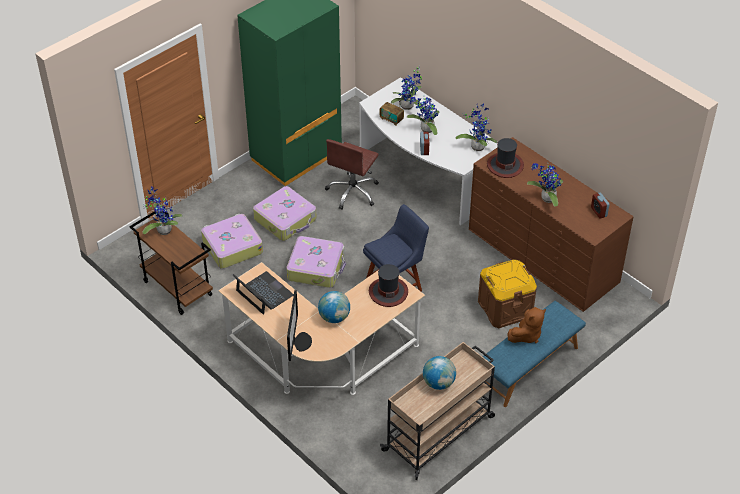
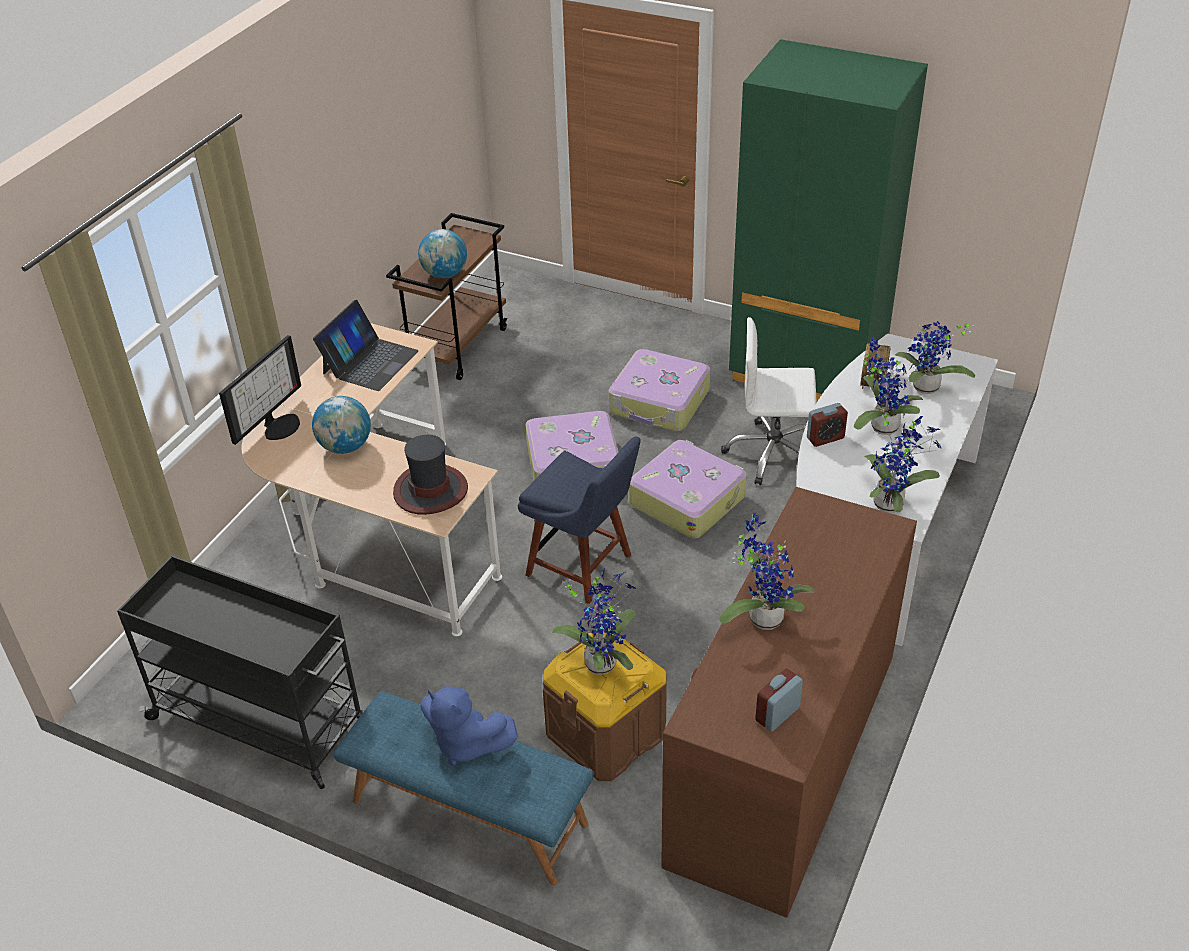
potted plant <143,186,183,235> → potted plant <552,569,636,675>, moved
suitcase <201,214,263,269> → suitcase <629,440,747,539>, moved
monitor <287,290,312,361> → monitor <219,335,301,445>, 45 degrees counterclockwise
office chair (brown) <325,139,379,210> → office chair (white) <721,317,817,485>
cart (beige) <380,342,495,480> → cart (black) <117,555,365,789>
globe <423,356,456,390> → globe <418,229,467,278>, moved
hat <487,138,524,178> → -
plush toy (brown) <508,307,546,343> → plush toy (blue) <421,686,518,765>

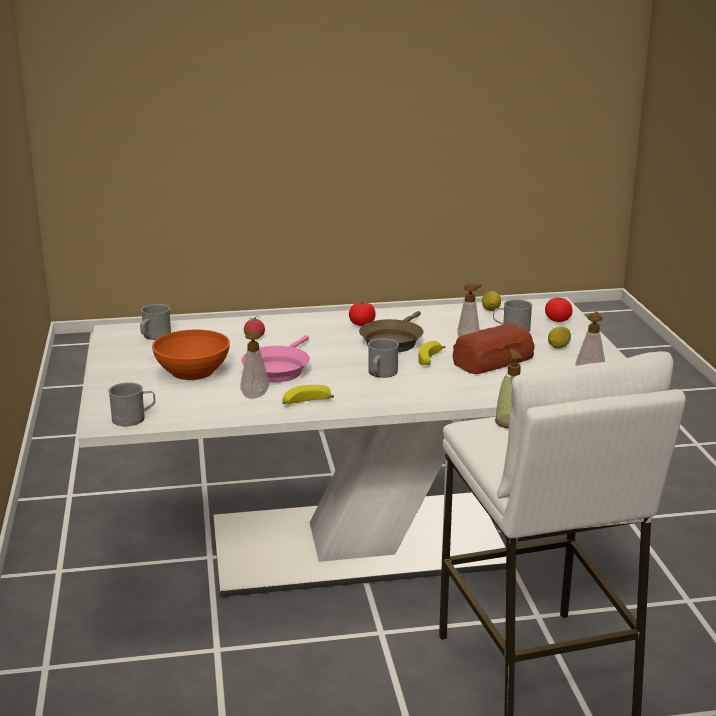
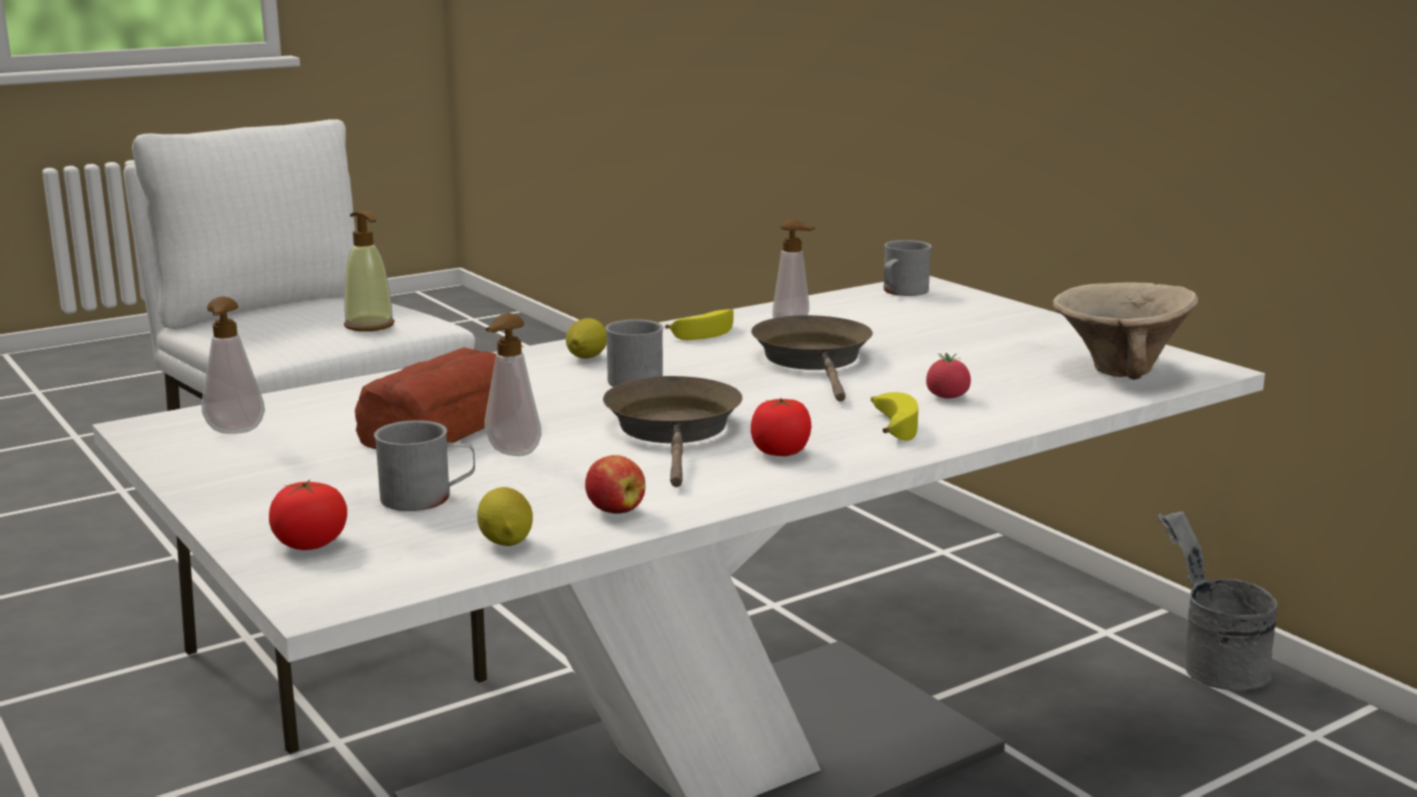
mug (grey) <140,304,171,340> → bowl (beige) <1052,282,1198,380>
bowl (orange) <152,329,230,380> → -
frying pan (pink) <241,335,310,382> → frying pan (brown) <751,315,873,402>
banana <419,341,445,365> → banana <871,392,918,441>, moved
lemon <548,327,571,349> → lemon <566,318,607,359>, moved
- → apple <585,455,645,514>
- → bucket (grey) <1158,511,1278,691>

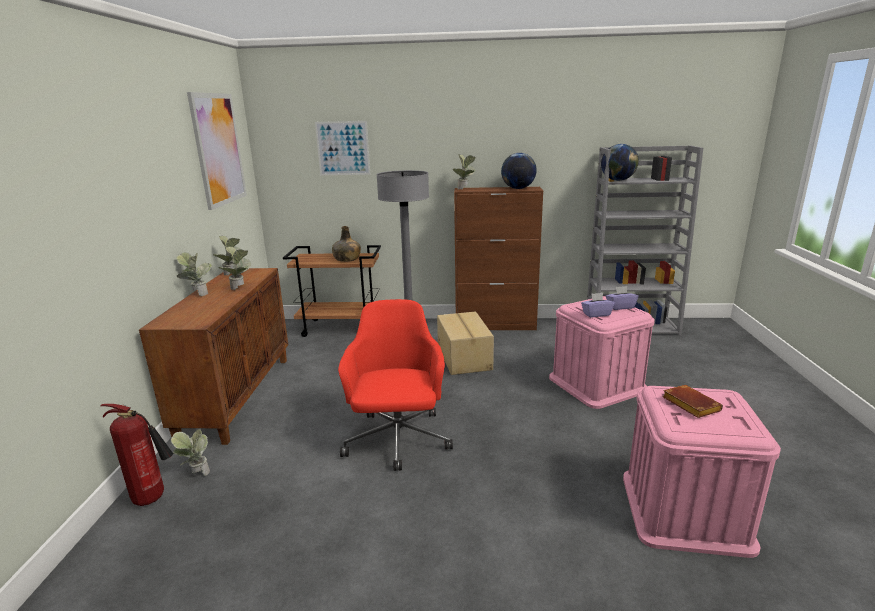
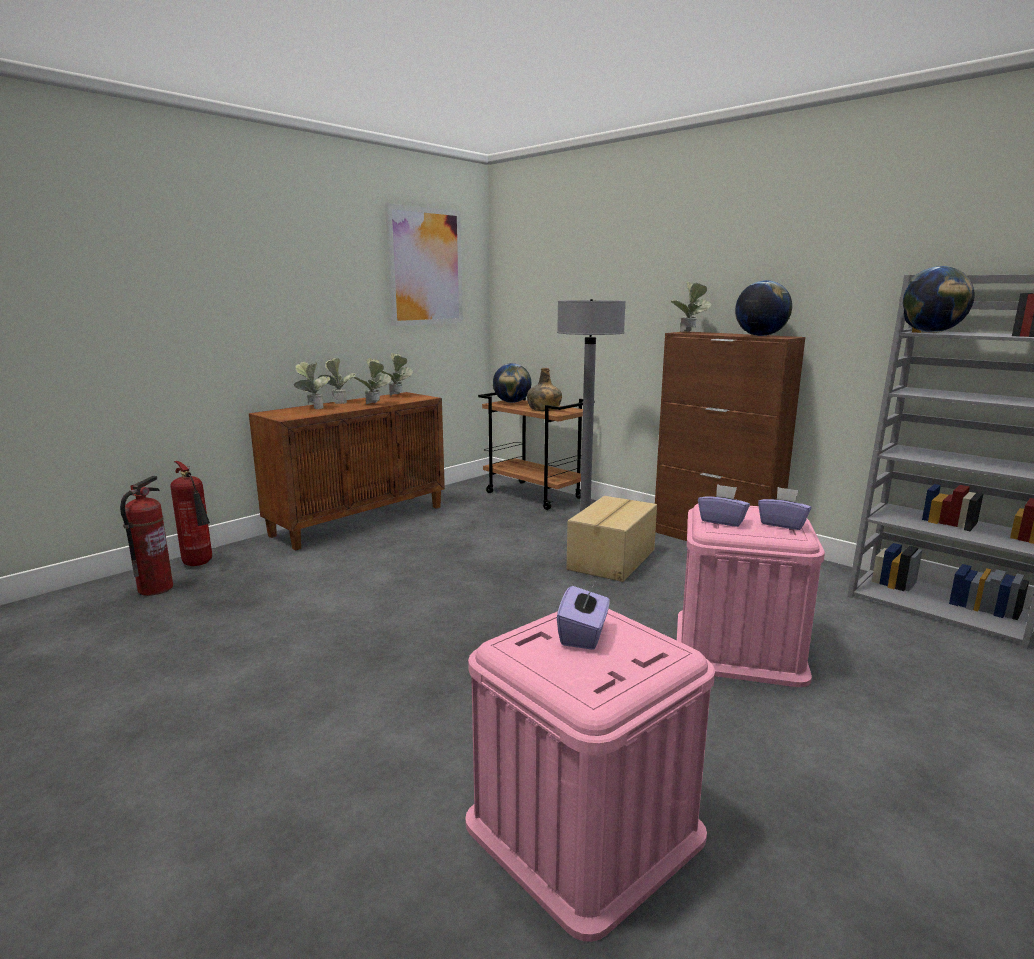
potted plant <171,429,210,476> → potted plant <294,362,330,410>, moved
picture <315,121,370,175> → -
office chair (red) <338,299,453,471> → -
book (brown) <662,385,723,418> → tissue box (purple) <557,583,610,650>
- → fire extinguisher <120,476,173,596>
- → globe <493,363,531,403>

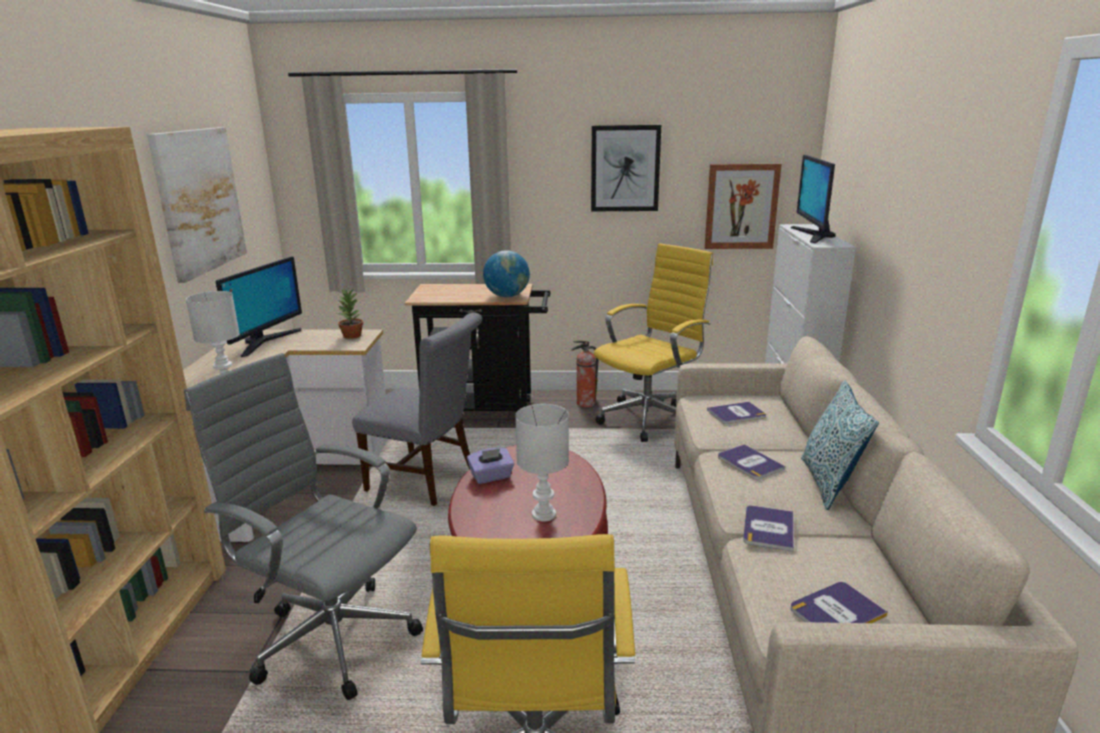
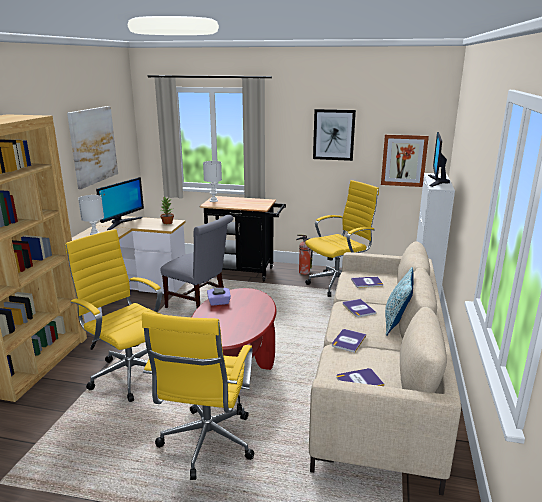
office chair (grey) <184,353,423,700> → office chair (yellow) <65,229,163,402>
globe <483,250,530,297> → -
table lamp (white) <515,404,569,522> → table lamp (white) <203,161,222,202>, moved

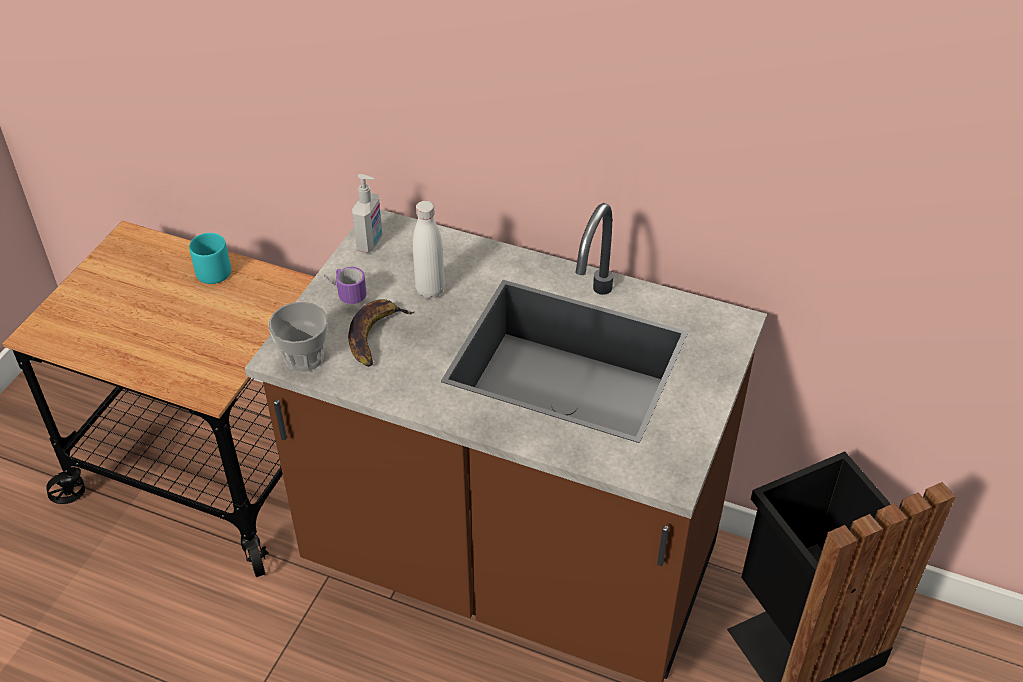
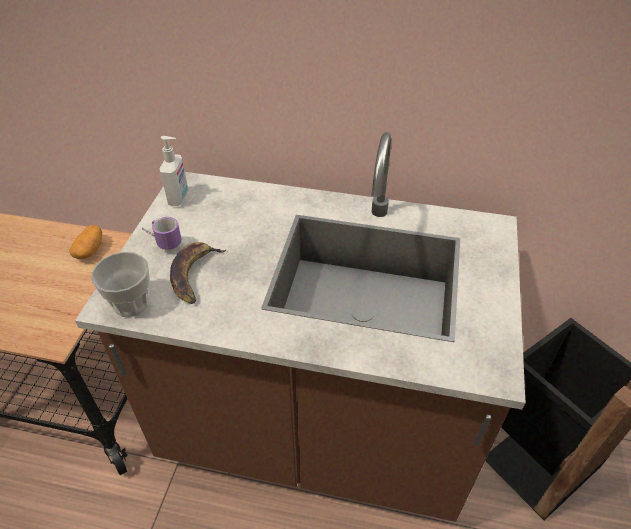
mug (turquoise) <189,233,231,284> → -
bottle (white) <413,201,445,299> → -
- → potato <69,225,102,259>

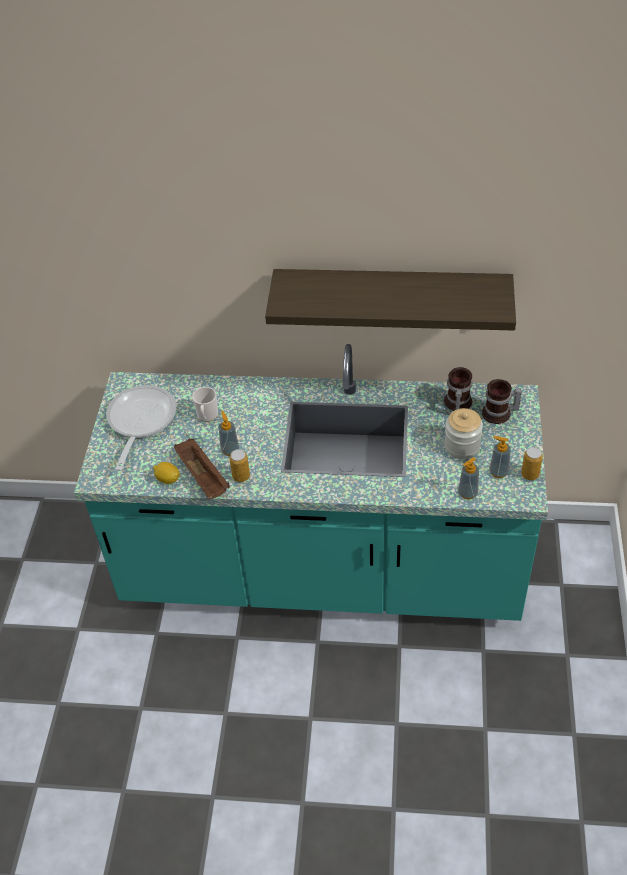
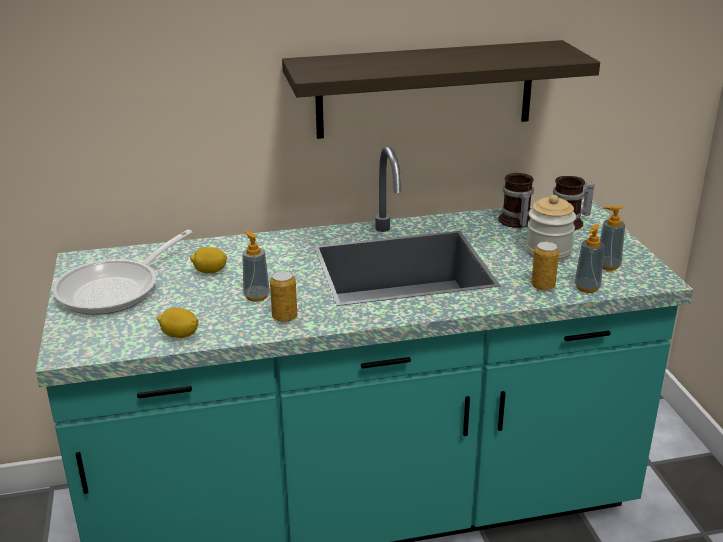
frying pan <106,385,176,471> → frying pan <53,230,193,315>, 135 degrees counterclockwise
tray (brown) <174,439,230,499> → -
mug <192,387,218,422> → lemon <190,247,227,273>
can <521,447,543,480> → can <531,242,559,291>, moved

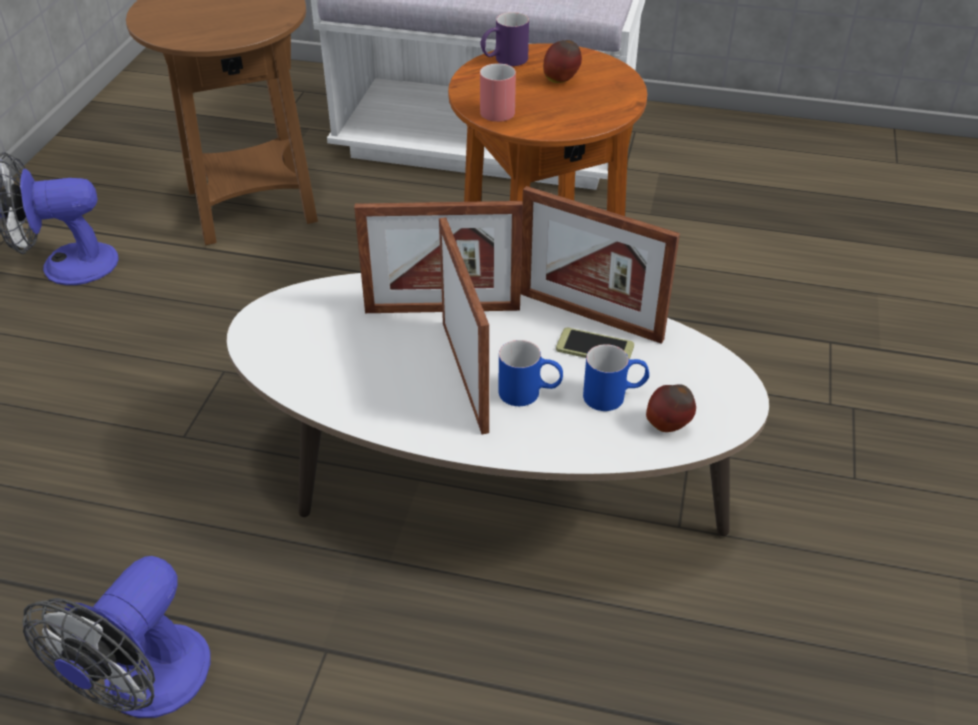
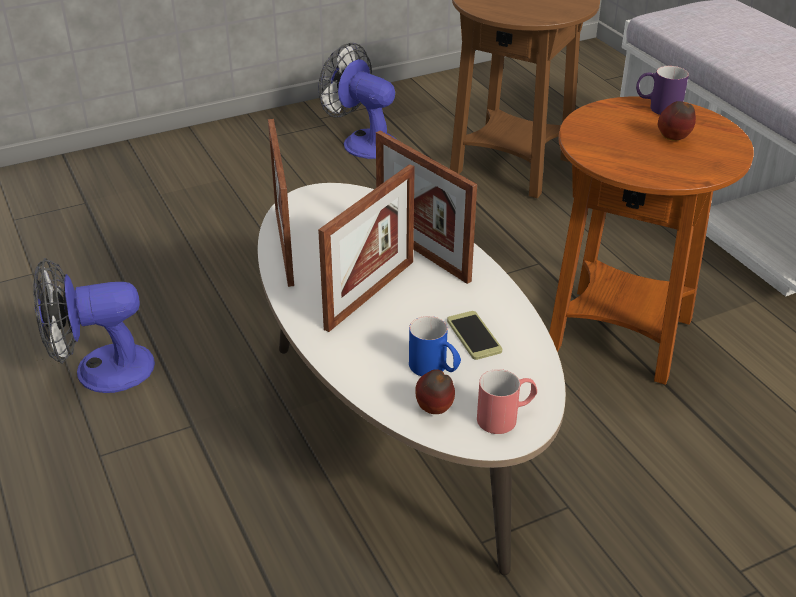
mug (red) <480,63,516,122> → mug (red) <477,369,537,434>, moved
mug (blue) <498,340,563,406> → -
picture frame <520,186,680,344> → picture frame <268,119,294,287>, moved

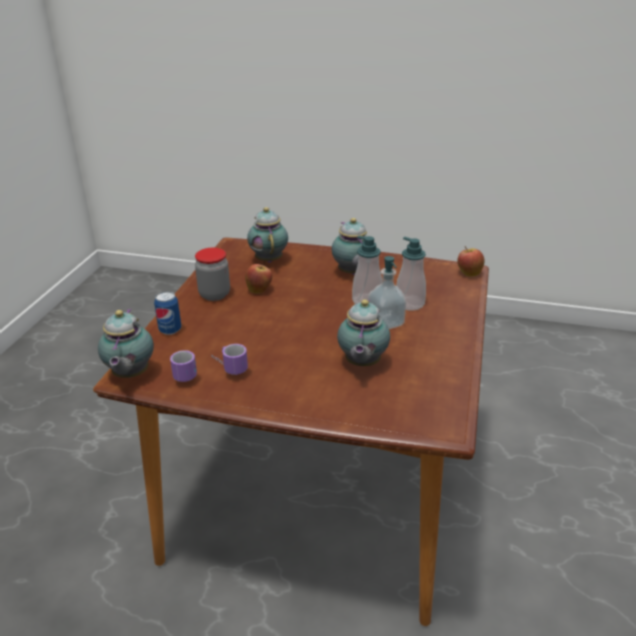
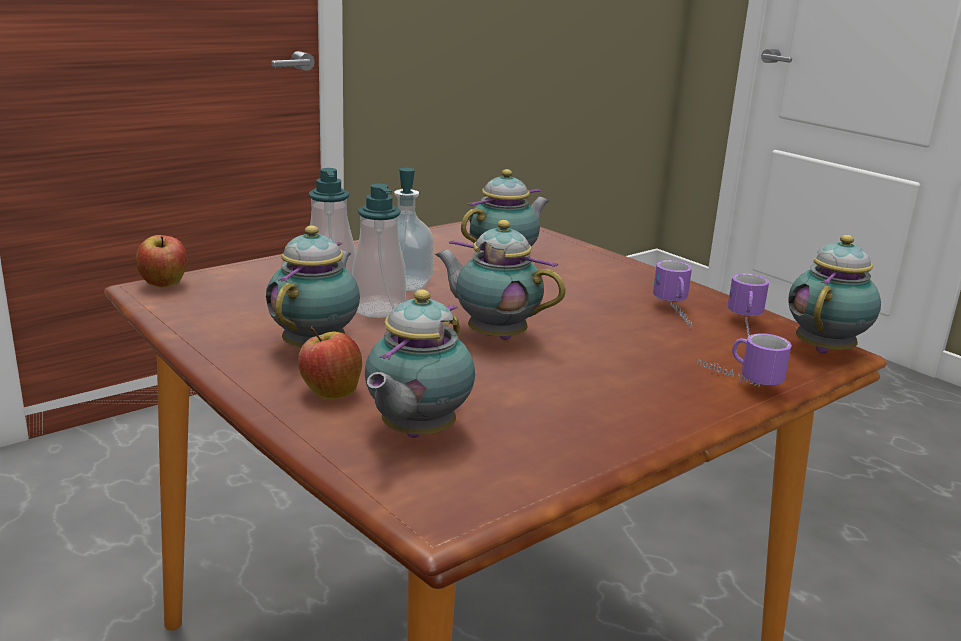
can <154,291,181,335> → mug <697,333,792,387>
jar <195,248,230,301> → -
apple <245,262,272,294> → apple <298,327,362,399>, moved
- → teapot <435,220,565,340>

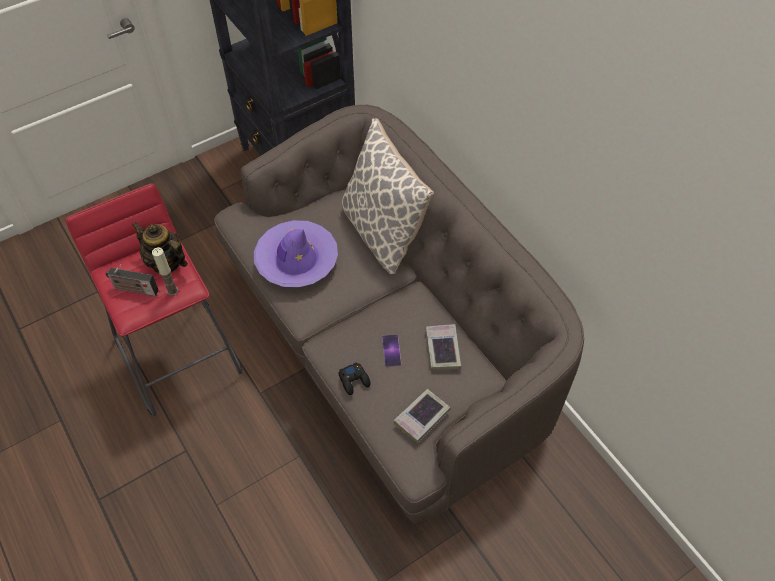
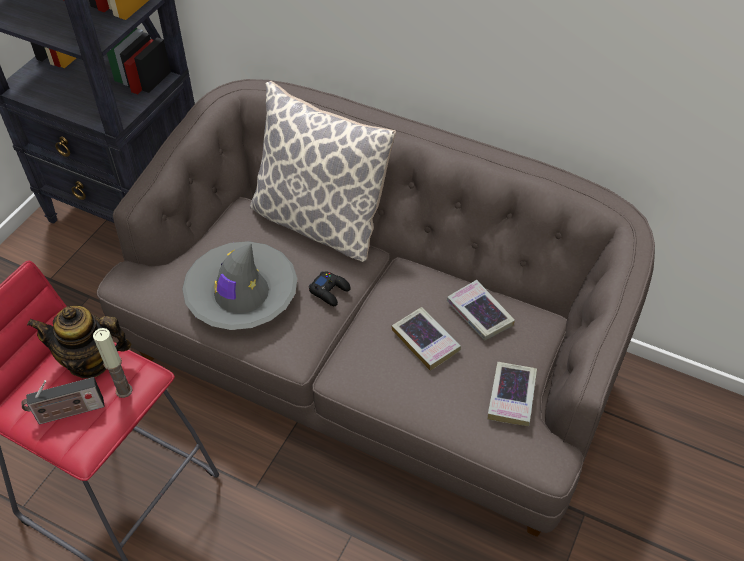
hat (purple) <254,220,338,287> → hat (grey) <182,241,297,330>
game controller (black) <339,363,371,395> → game controller (black) <309,271,351,306>, moved
phone <382,334,401,367> → book <392,307,461,371>

